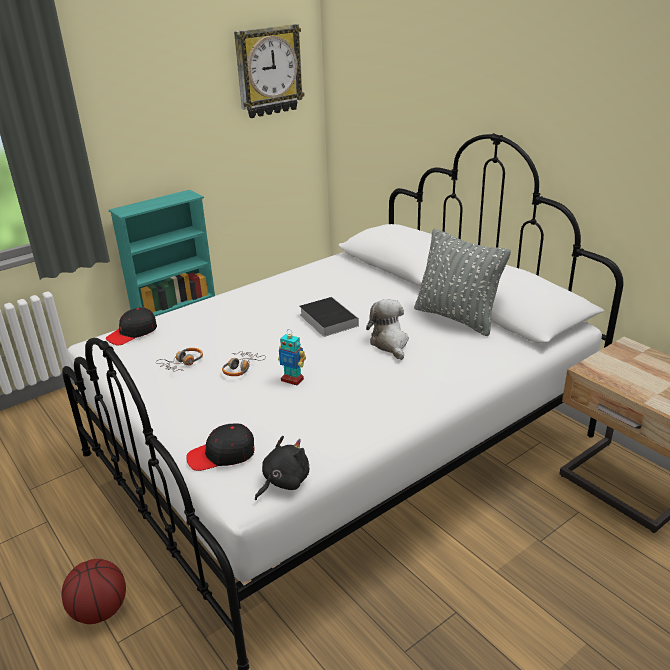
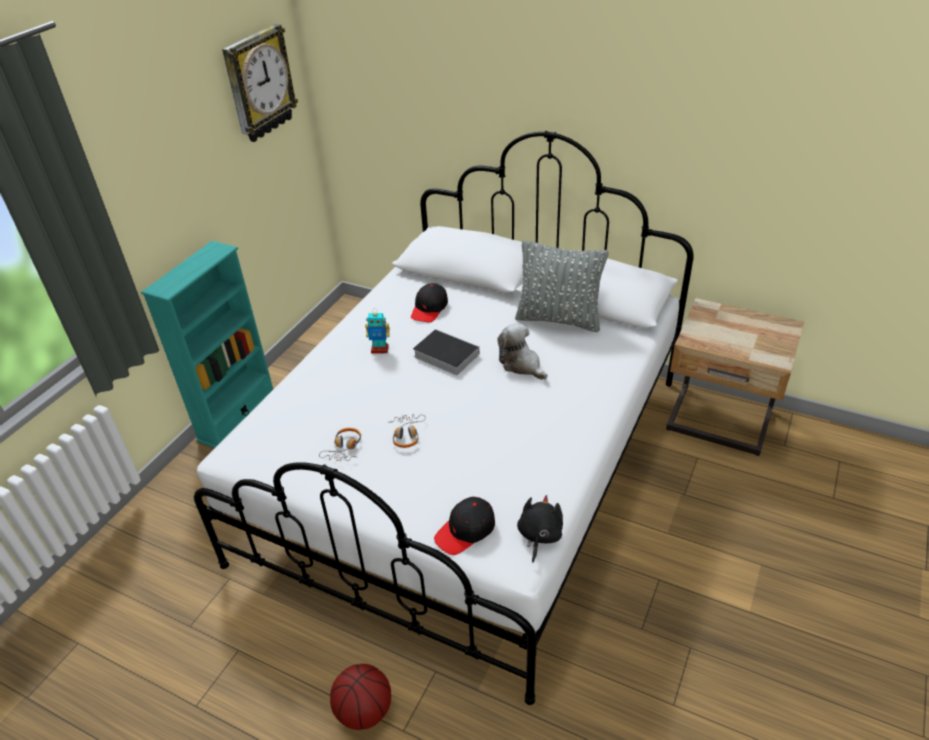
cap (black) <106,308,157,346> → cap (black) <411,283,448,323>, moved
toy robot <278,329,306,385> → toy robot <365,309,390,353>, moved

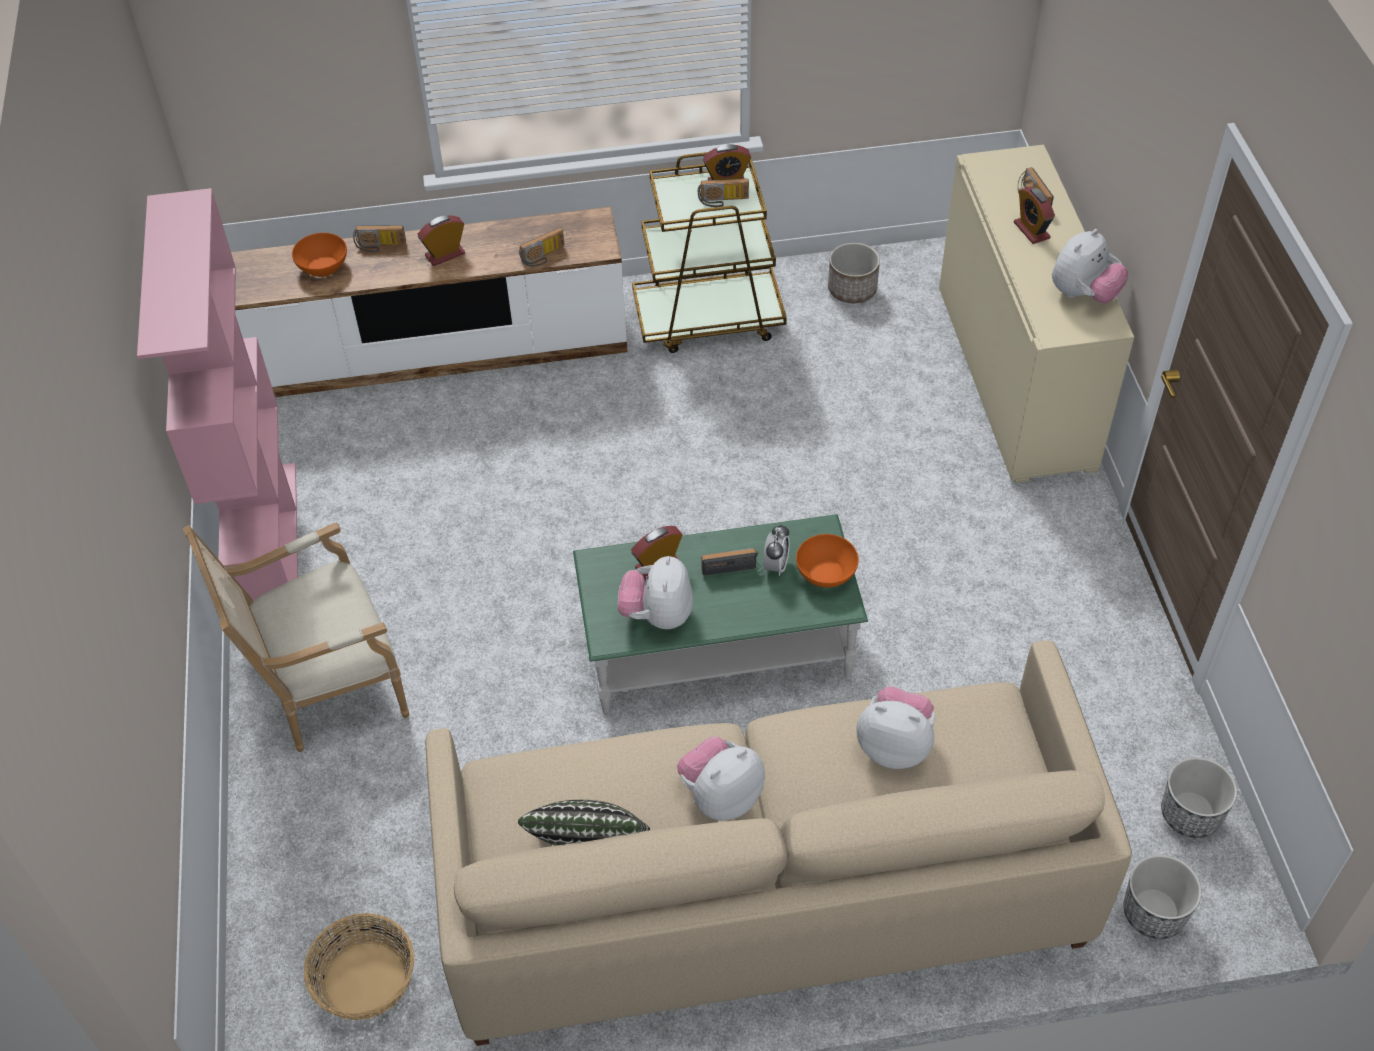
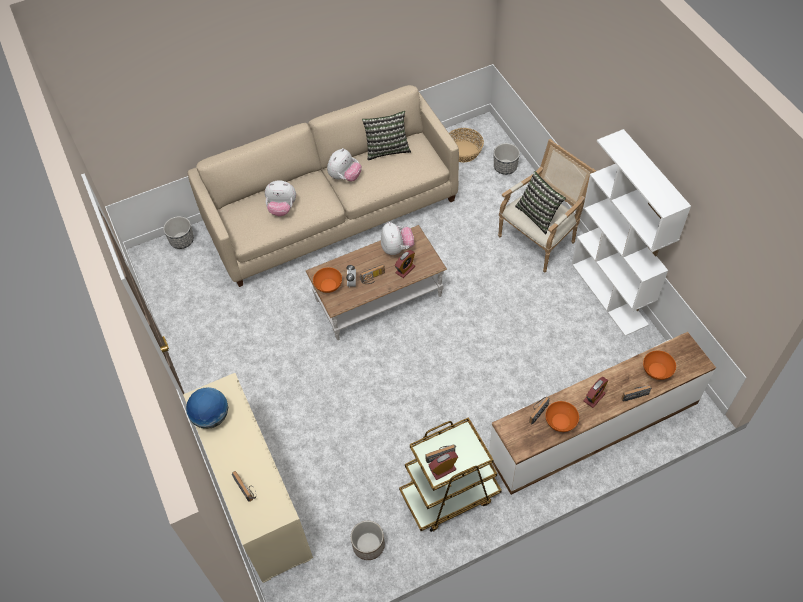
bookcase (pink) <137,188,298,602> → bookcase (white) <572,129,691,336>
coffee table (green) <573,514,868,713> → coffee table (brown) <306,225,447,340>
alarm clock <1014,187,1055,244> → -
plush toy <1052,229,1128,303> → globe <186,387,228,429>
planter <1161,757,1237,838> → planter <494,143,520,175>, moved
- → pillow <515,171,566,235>
- → bowl (orange) <545,401,579,432>

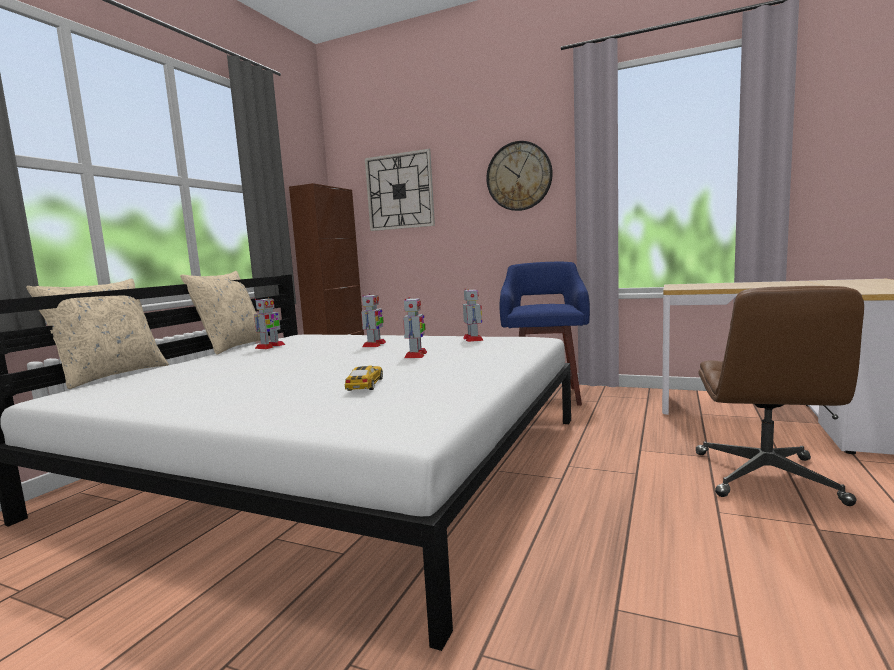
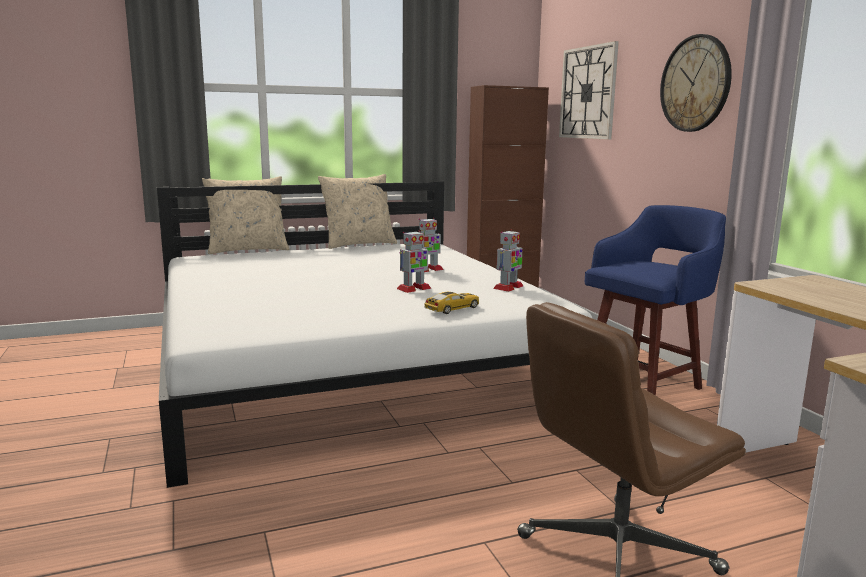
toy robot <254,297,285,349> → -
toy car <345,365,383,391> → toy car <424,292,479,314>, moved

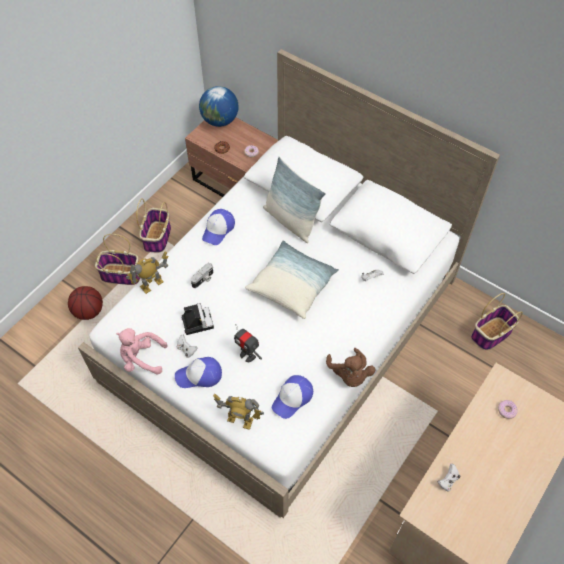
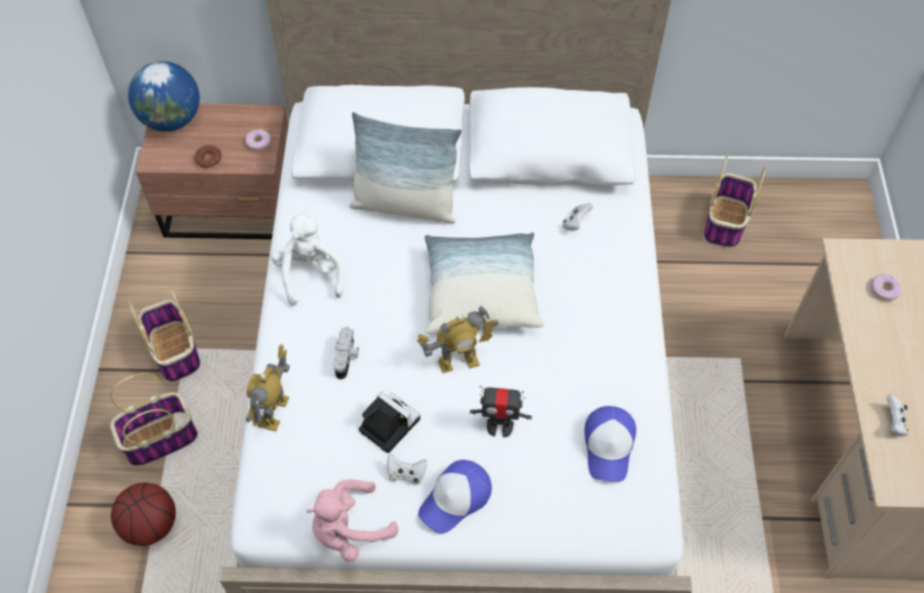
cap <202,209,235,245> → plush toy (white) <271,211,344,306>
toy robot <213,394,264,430> → toy robot <417,306,499,373>, moved
plush toy (brown) <326,348,375,387> → -

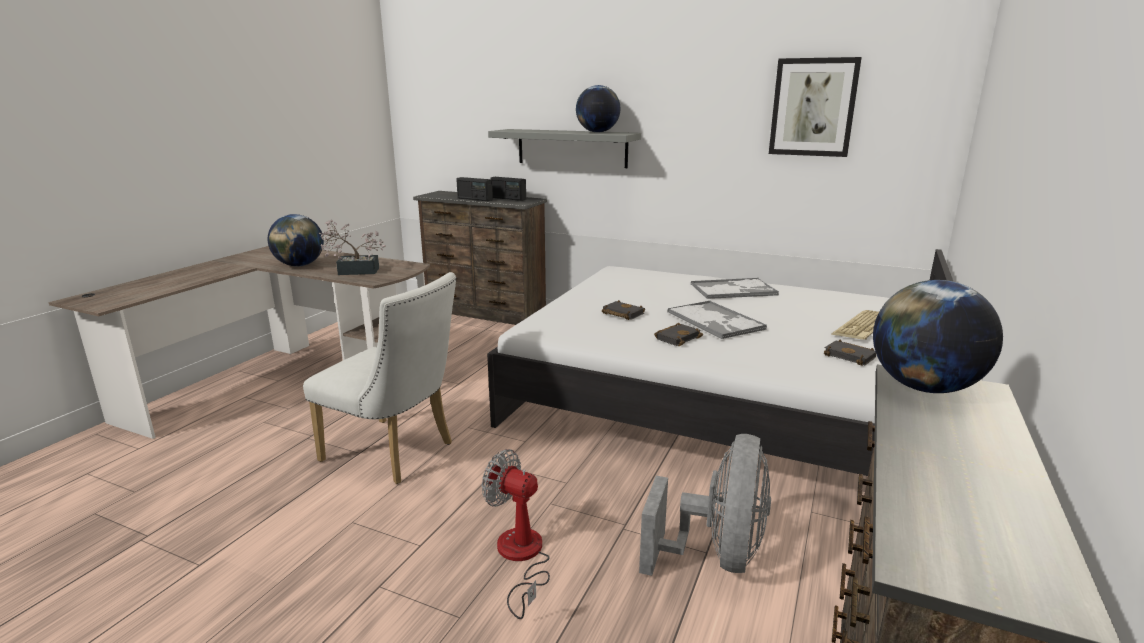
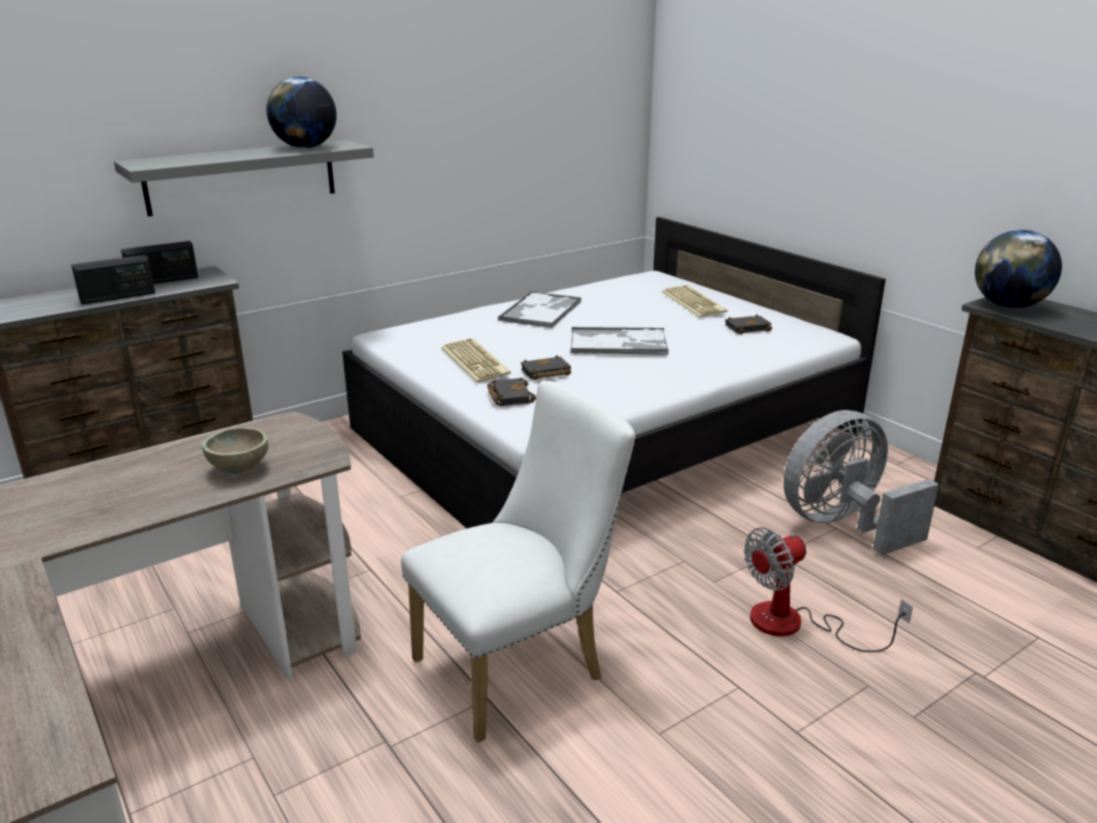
globe <268,214,324,266> → -
potted plant <319,220,386,275> → bowl (beige) <202,427,269,474>
fan (grey) <639,434,771,576> → fan (grey) <783,410,939,555>, 75 degrees counterclockwise
book (black) <654,323,703,346> → book (black) <487,378,536,406>, moved
picture <769,57,862,157> → -
- → keyboard <442,338,511,383>

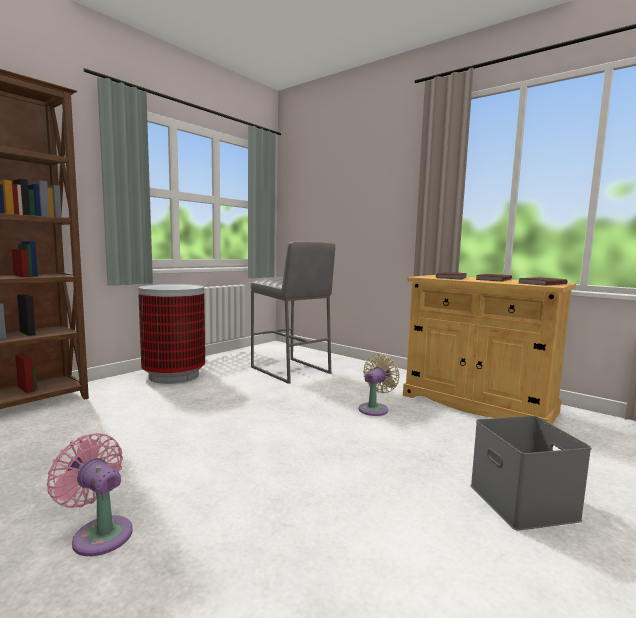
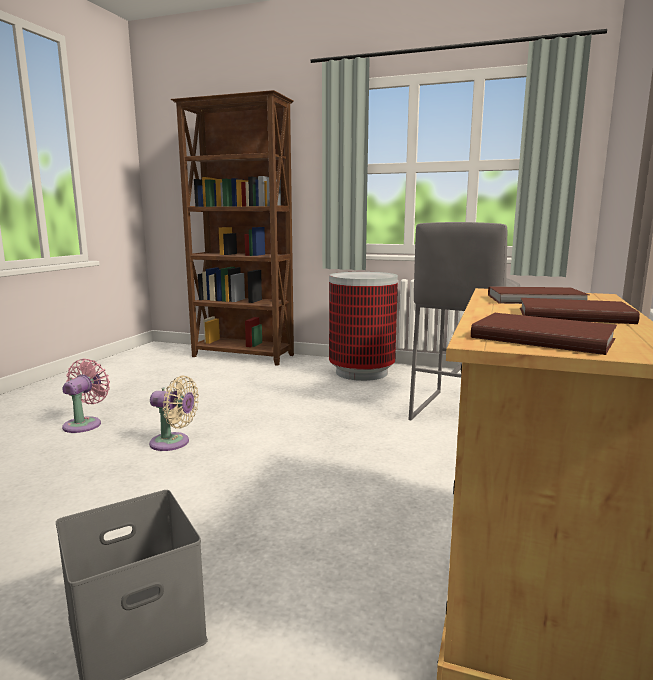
fan (beige) <359,354,400,416> → fan (beige) <149,375,199,451>, moved

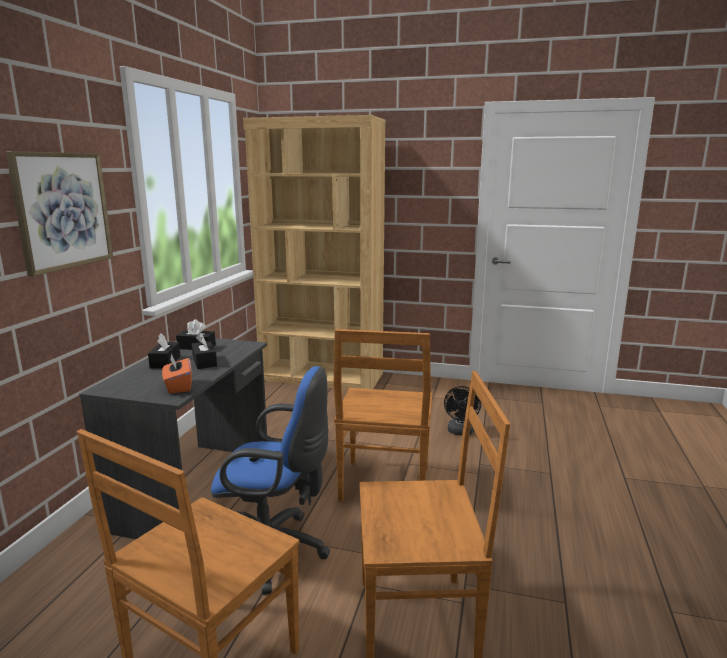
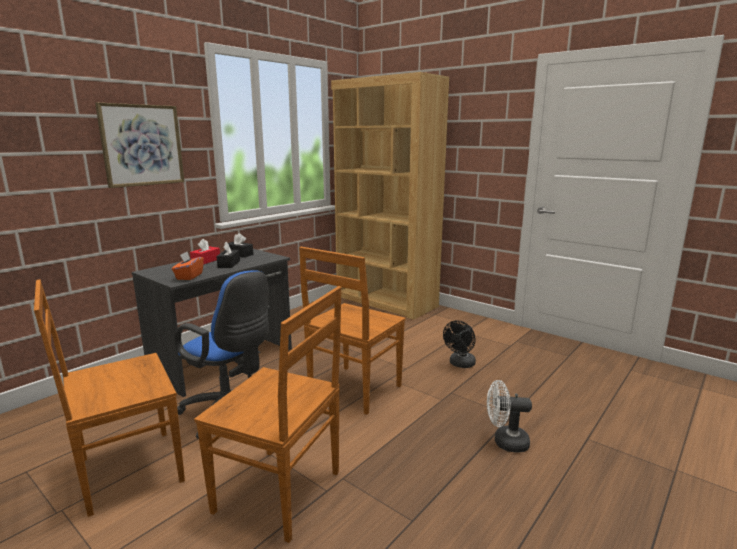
tissue box (black) <148,333,180,369> → tissue box (red) <190,239,220,265>
- → fan (white) <487,380,532,453>

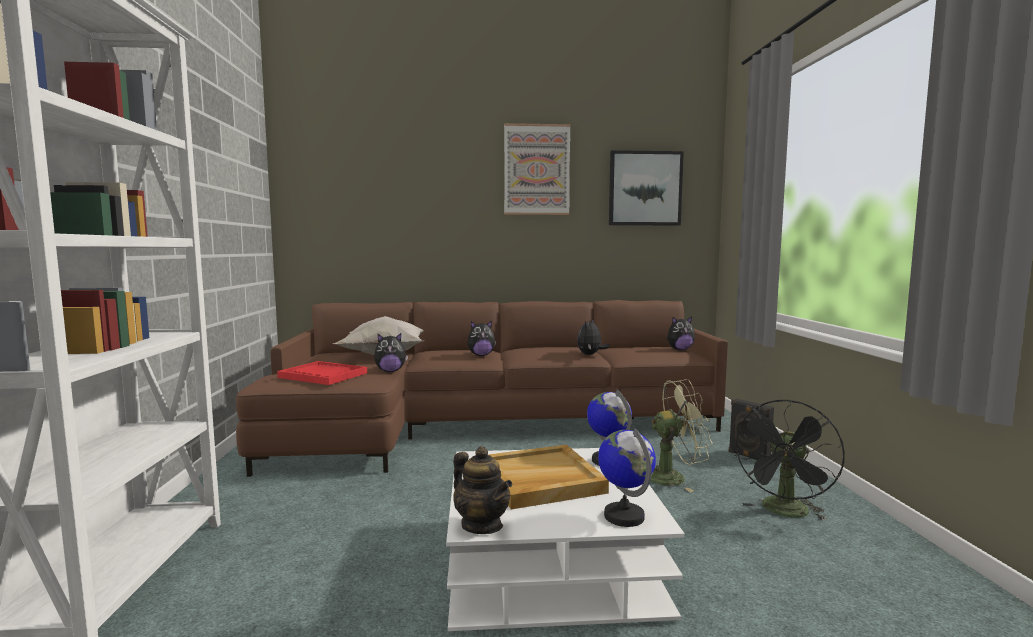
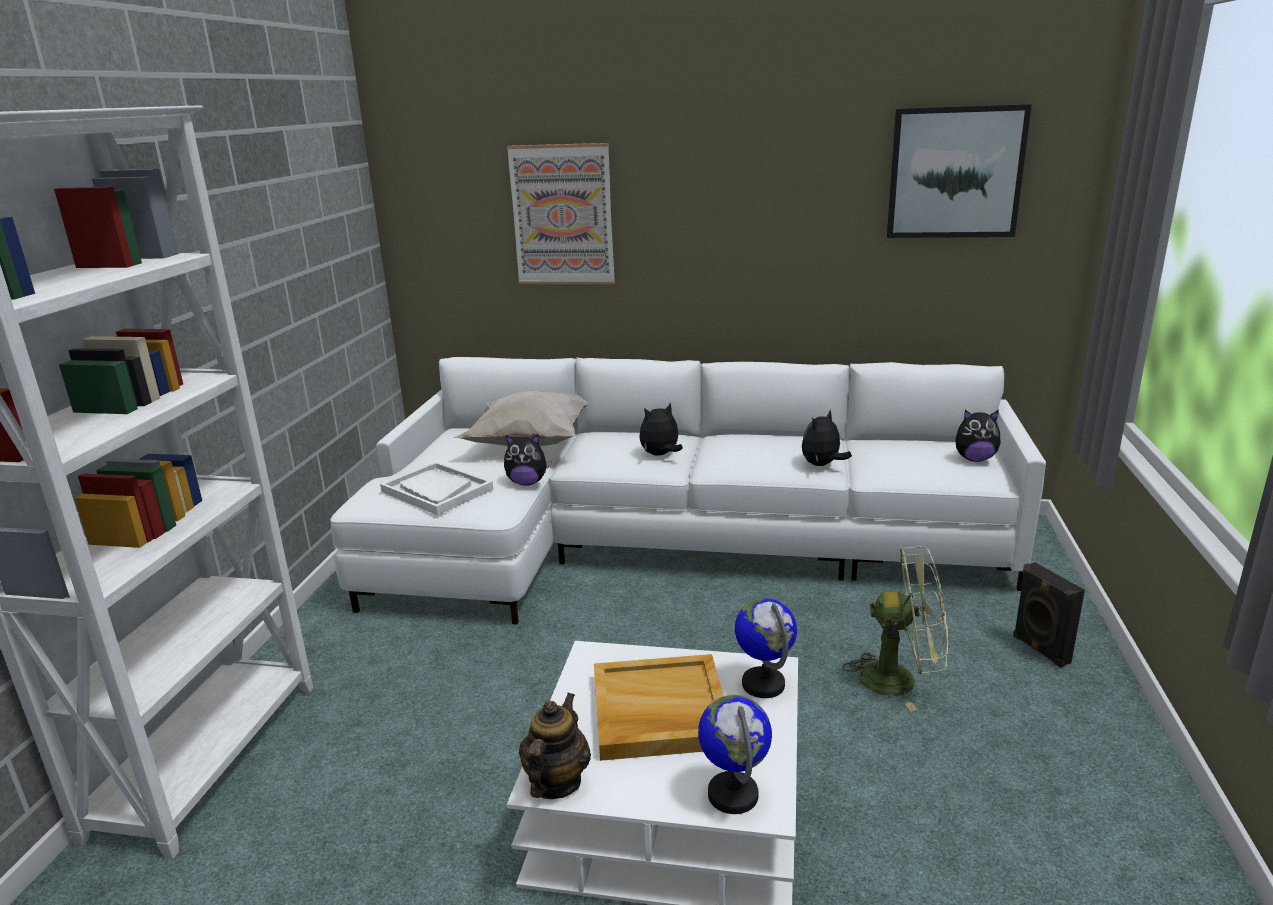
sofa (brown) <236,300,728,477> → sofa (white) <330,357,1046,625>
tray (red) <277,361,367,385> → tray (white) <380,462,493,515>
teapot <453,446,512,534> → teapot <519,693,591,799>, 135 degrees counterclockwise
plush toy <467,320,496,356> → plush toy <639,402,683,456>, 150 degrees clockwise
picture <504,123,570,215> → picture <507,143,615,284>, moved
fan (black) <734,400,845,521> → -

